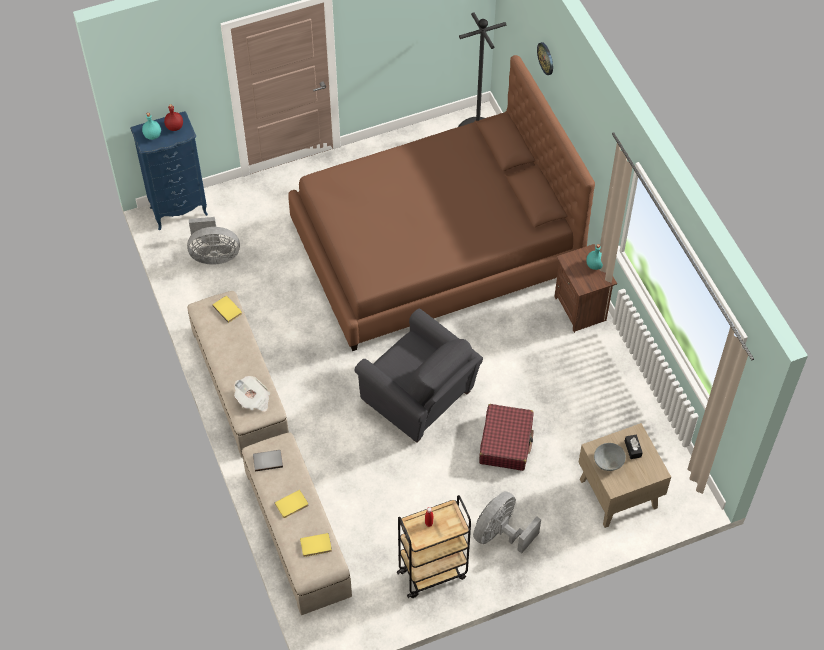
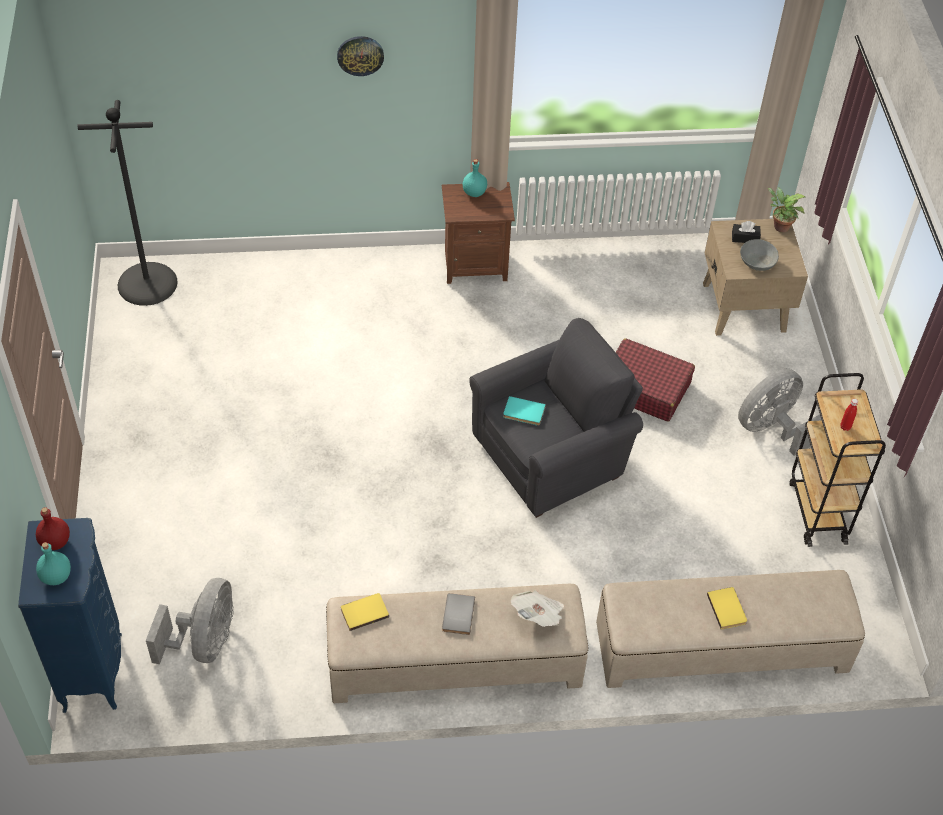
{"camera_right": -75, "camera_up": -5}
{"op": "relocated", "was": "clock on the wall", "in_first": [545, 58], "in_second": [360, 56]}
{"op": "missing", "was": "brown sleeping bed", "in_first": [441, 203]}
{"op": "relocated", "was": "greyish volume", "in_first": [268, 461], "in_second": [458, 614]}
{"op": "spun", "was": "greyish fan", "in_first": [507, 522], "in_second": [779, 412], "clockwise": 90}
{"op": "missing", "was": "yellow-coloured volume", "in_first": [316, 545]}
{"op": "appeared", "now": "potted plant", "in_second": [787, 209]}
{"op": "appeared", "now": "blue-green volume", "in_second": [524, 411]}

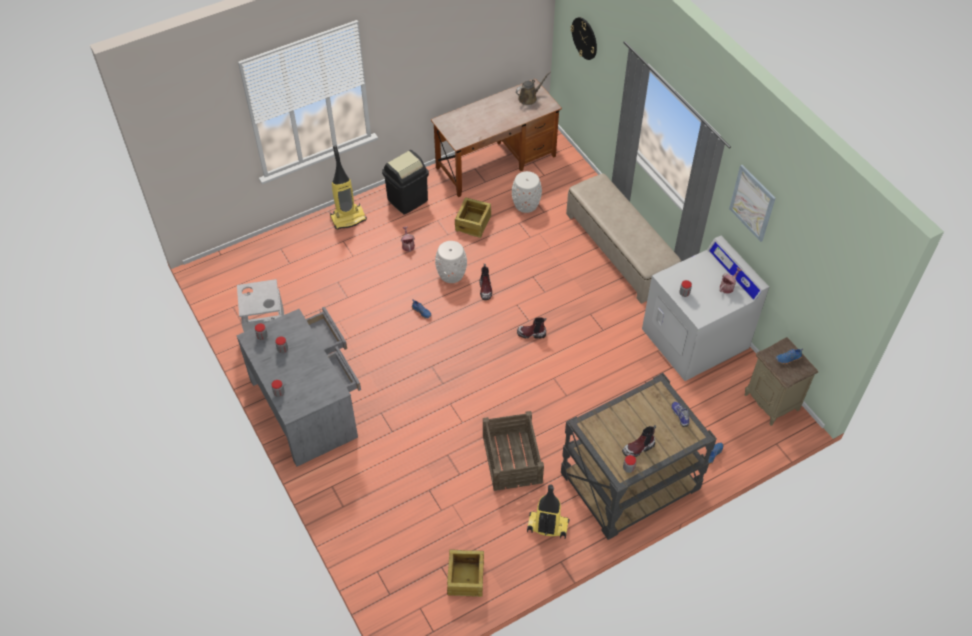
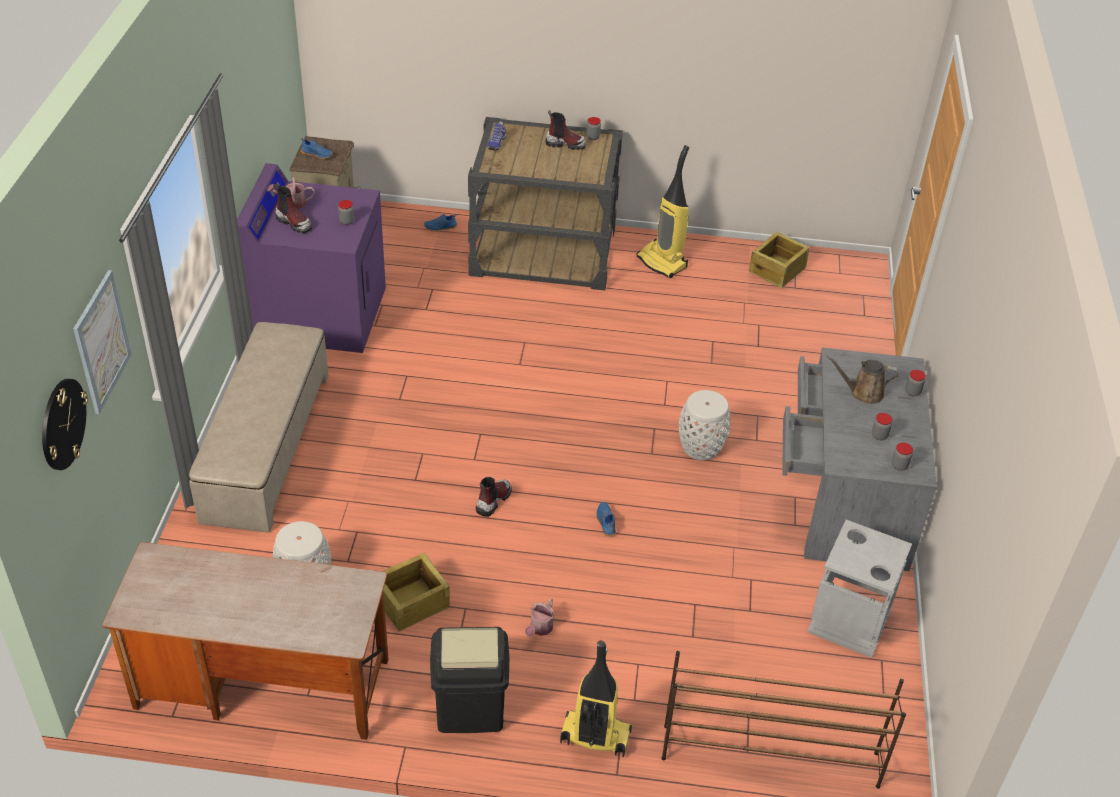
{"camera_right": -145, "camera_up": -10}
{"op": "relocated", "was": "brown watering pot", "in_first": [533, 88], "in_second": [863, 380]}
{"op": "relocated", "was": "picture", "in_first": [752, 203], "in_second": [102, 342]}
{"op": "colour", "was": "whitish laundry machine", "now": "purple laundry machine", "in_first": [705, 308], "in_second": [311, 258]}
{"op": "relocated", "was": "whitish stool seat", "in_first": [451, 262], "in_second": [705, 425]}
{"op": "relocated", "was": "tall boot", "in_first": [531, 328], "in_second": [293, 208]}
{"op": "missing", "was": "crate", "in_first": [513, 451]}
{"op": "appeared", "now": "brown shoe rack", "in_second": [783, 719]}

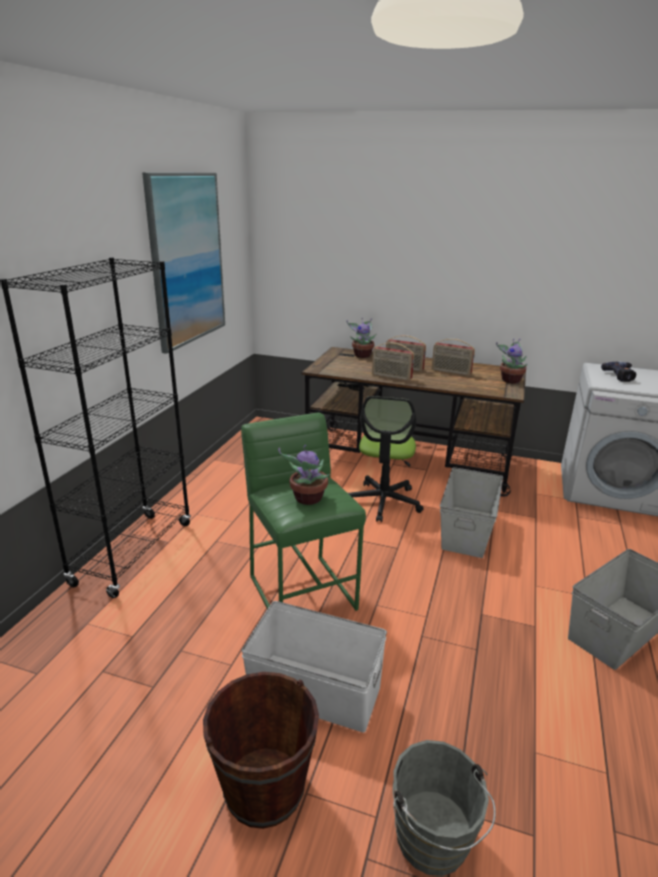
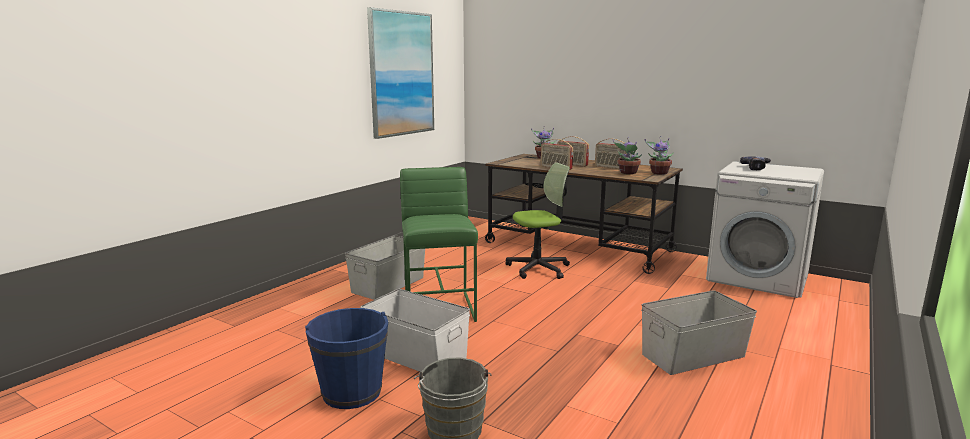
{"camera_right": 15, "camera_up": -10}
{"op": "missing", "was": "blackish shelving unit", "in_first": [95, 427]}
{"op": "spun", "was": "office chair", "in_first": [386, 459], "in_second": [537, 221], "clockwise": -135}
{"op": "relocated", "was": "potted plant", "in_first": [304, 475], "in_second": [627, 155]}
{"op": "relocated", "was": "greyish storage bin", "in_first": [471, 512], "in_second": [385, 267]}
{"op": "colour", "was": "brown bucket", "now": "blue bucket", "in_first": [261, 750], "in_second": [346, 358]}

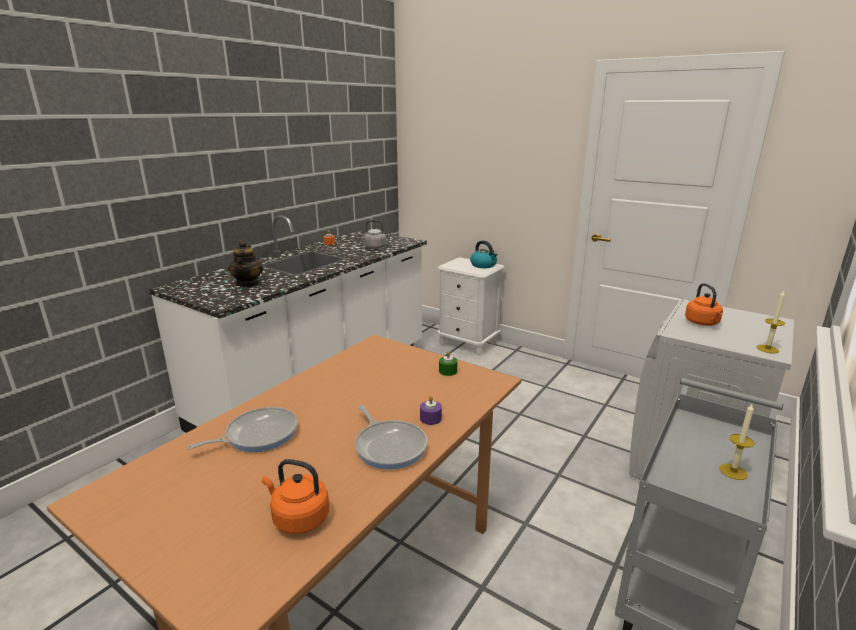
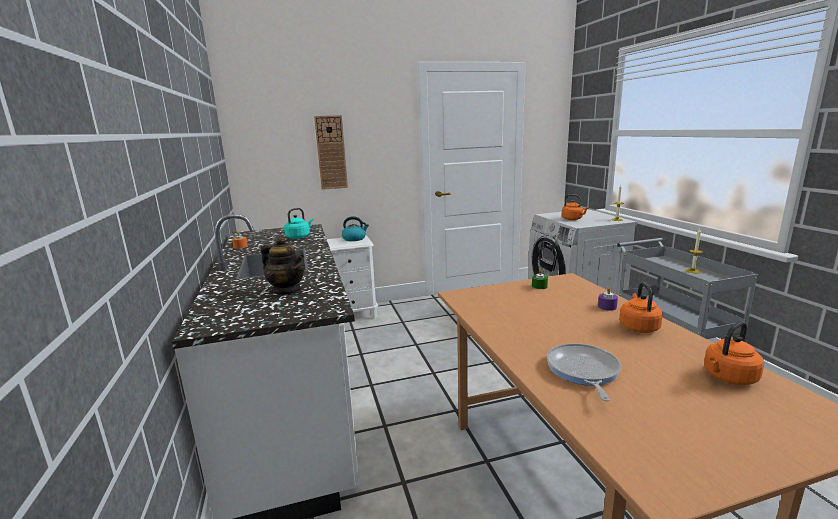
{"camera_right": -50, "camera_up": -5}
{"op": "colour", "was": "greyish kettle", "now": "blue-green kettle", "in_first": [378, 234], "in_second": [298, 223]}
{"op": "exchanged", "was": "frying pan", "now": "orangey kettle", "in_first": [391, 437], "in_second": [641, 308]}
{"op": "appeared", "now": "clock on the wall", "in_second": [331, 152]}

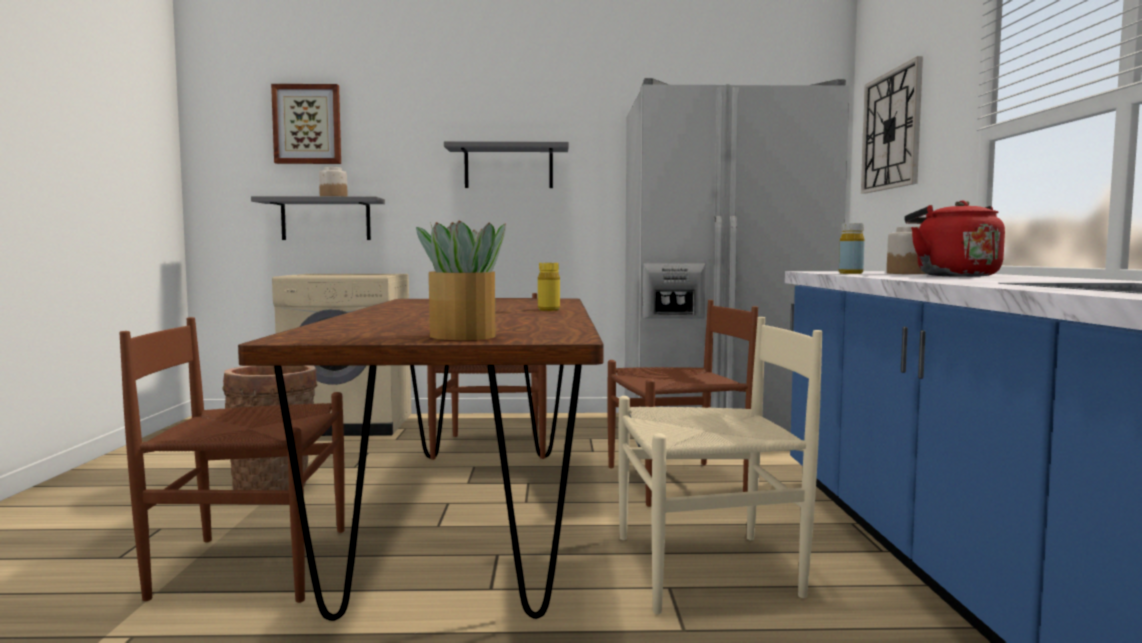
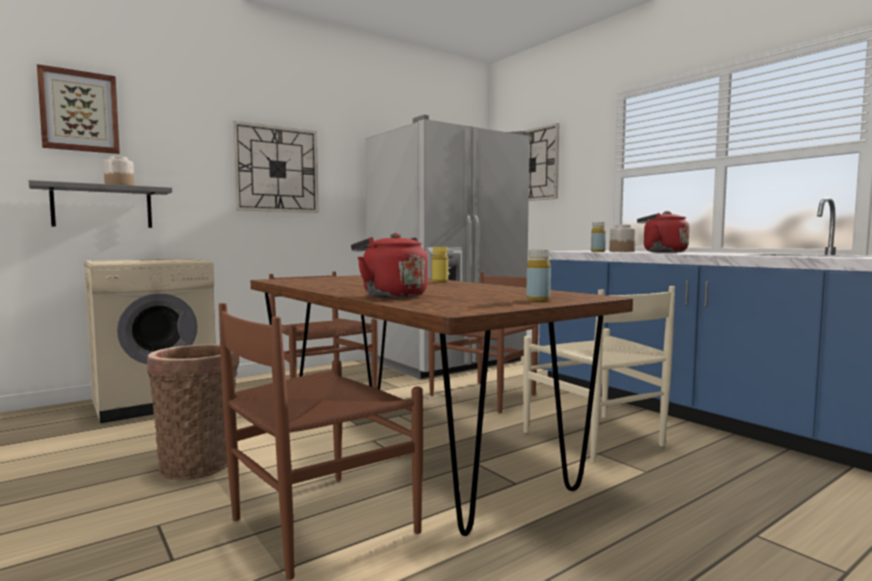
{"camera_right": -35, "camera_up": 0}
{"op": "exchanged", "was": "greyish wall shelf", "now": "clock on the wall", "in_first": [506, 164], "in_second": [276, 167]}
{"op": "exchanged", "was": "potted plant", "now": "yellow-coloured bottle", "in_first": [461, 280], "in_second": [538, 275]}
{"op": "spun", "was": "sand-coloured plain chair", "in_first": [720, 466], "in_second": [599, 374], "clockwise": 105}
{"op": "appeared", "now": "red kettle", "in_second": [389, 265]}

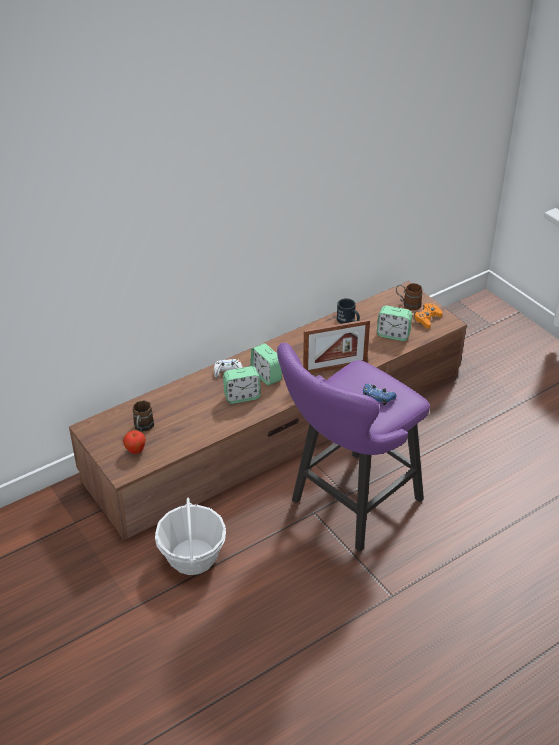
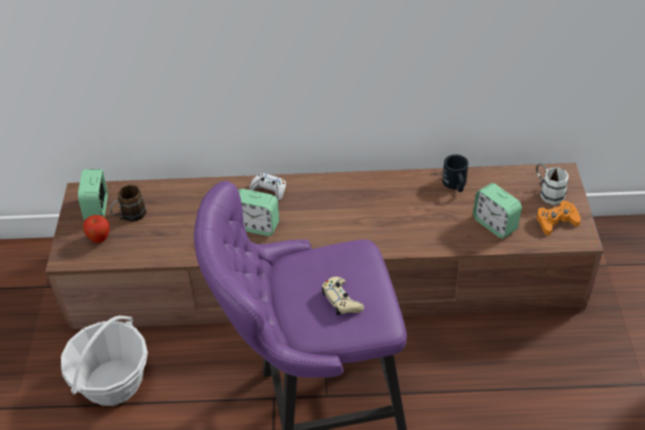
{"camera_right": 35, "camera_up": 5}
{"op": "colour", "was": "brown coffee mug", "now": "whitish coffee mug", "in_first": [409, 296], "in_second": [552, 184]}
{"op": "missing", "was": "photo frame", "in_first": [336, 346]}
{"op": "relocated", "was": "table clock", "in_first": [266, 364], "in_second": [93, 195]}
{"op": "colour", "was": "blue game controller", "now": "sand-coloured game controller", "in_first": [380, 394], "in_second": [343, 296]}

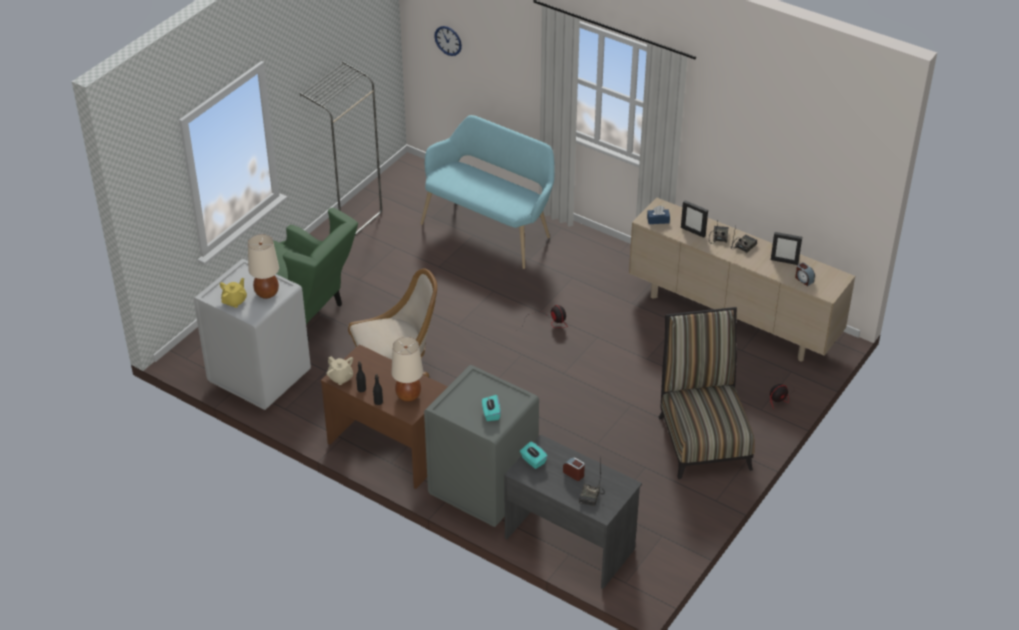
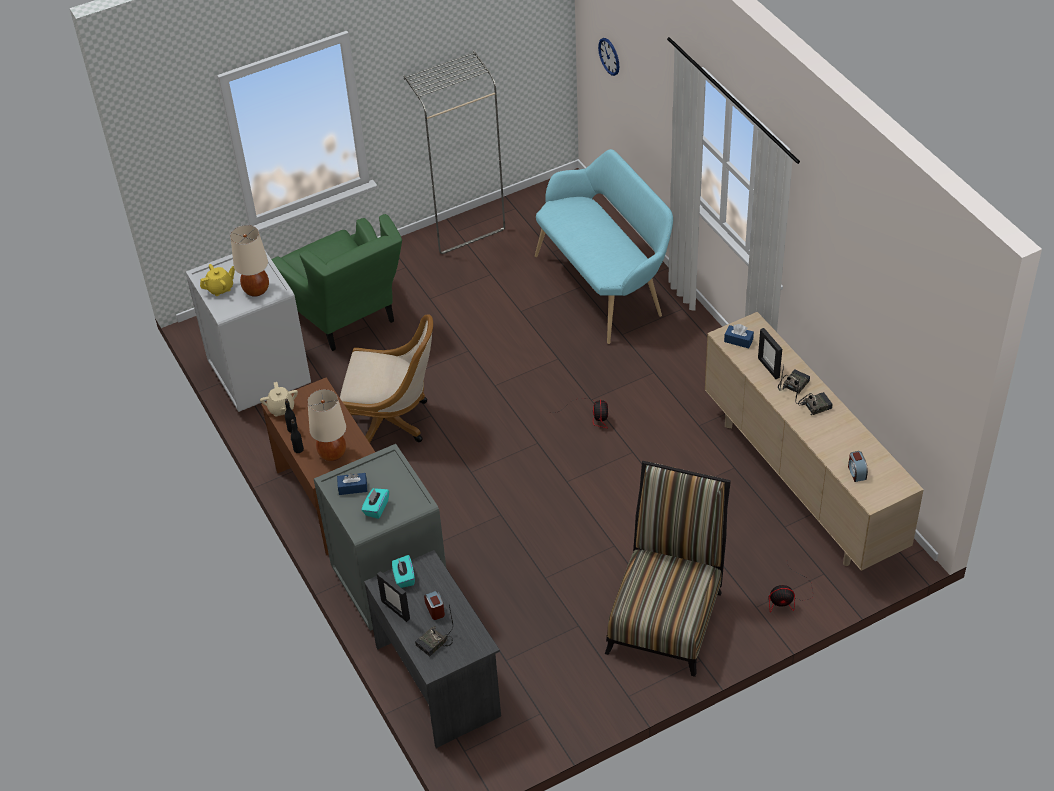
{"camera_right": 30, "camera_up": 5}
{"op": "relocated", "was": "photo frame", "in_first": [786, 248], "in_second": [393, 596]}
{"op": "appeared", "now": "blue tissue holder", "in_second": [352, 484]}

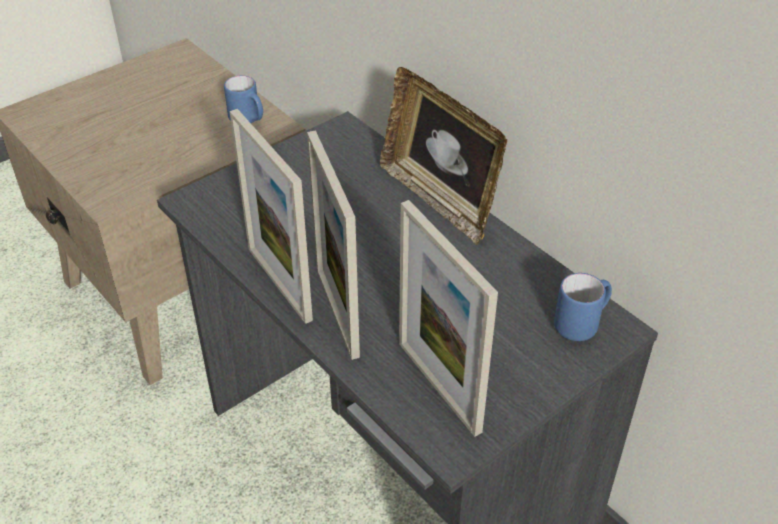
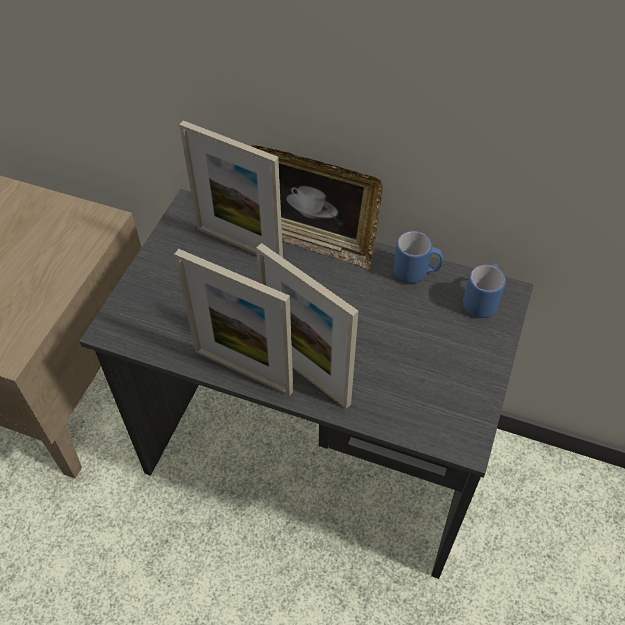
{"camera_right": -30, "camera_up": 10}
{"op": "relocated", "was": "blue coffee mug", "in_first": [243, 99], "in_second": [418, 257]}
{"op": "relocated", "was": "photo frame", "in_first": [448, 318], "in_second": [231, 189]}

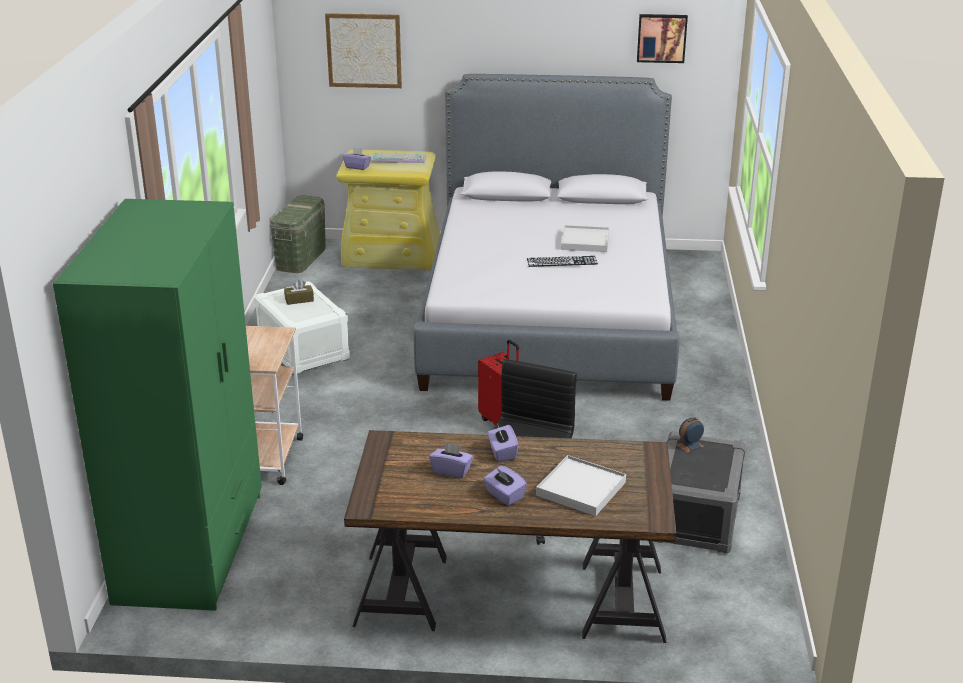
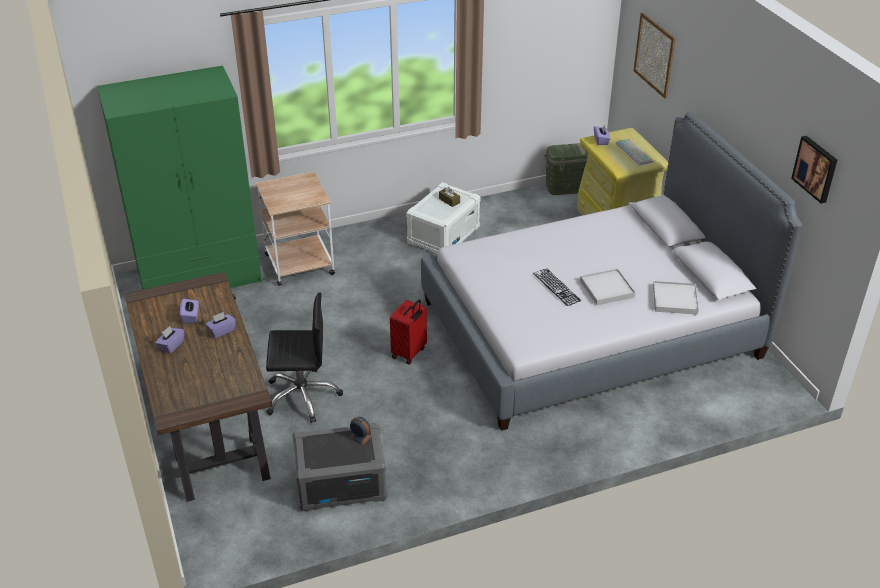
{"camera_right": 65, "camera_up": 10}
{"op": "relocated", "was": "whitish carrying tray", "in_first": [581, 485], "in_second": [676, 298]}

